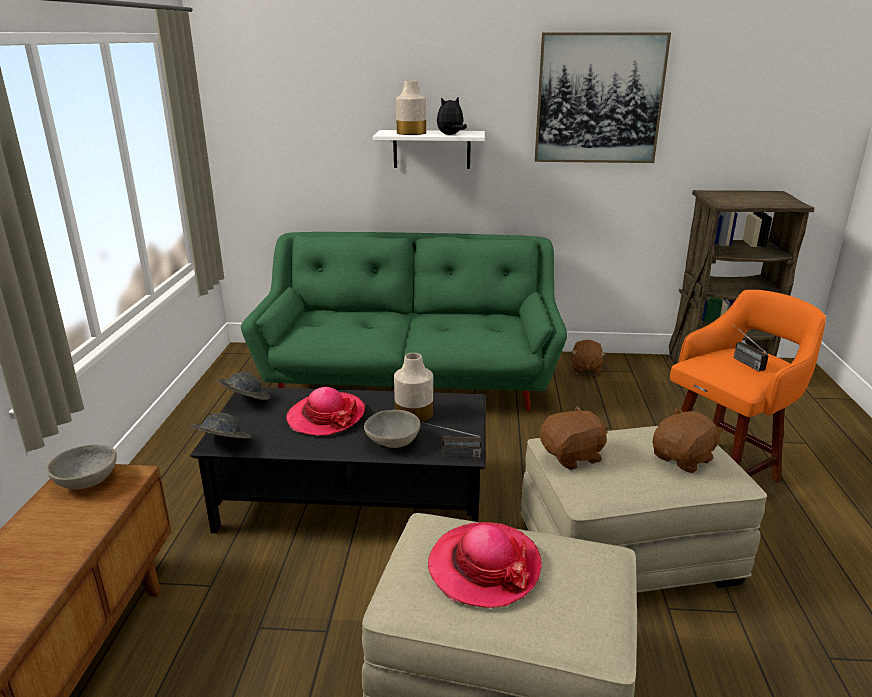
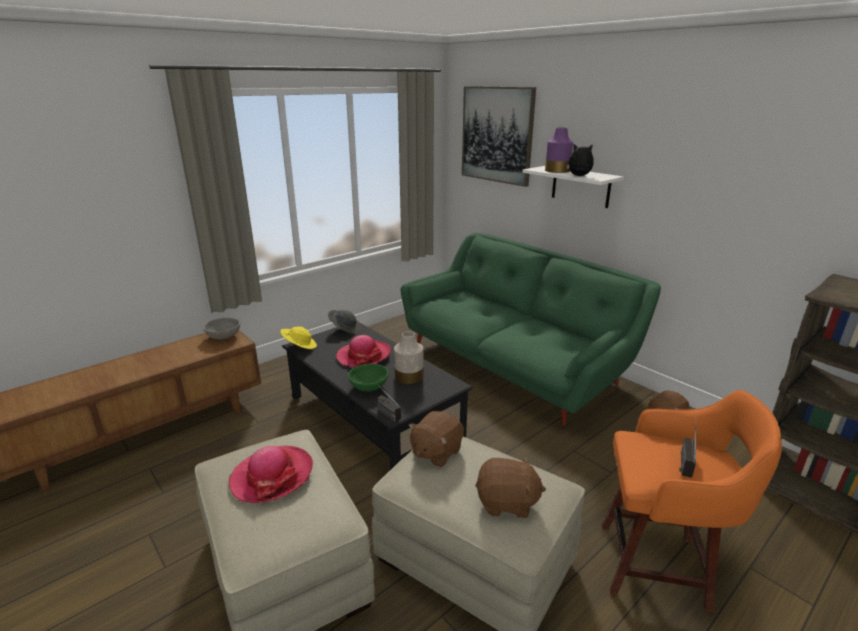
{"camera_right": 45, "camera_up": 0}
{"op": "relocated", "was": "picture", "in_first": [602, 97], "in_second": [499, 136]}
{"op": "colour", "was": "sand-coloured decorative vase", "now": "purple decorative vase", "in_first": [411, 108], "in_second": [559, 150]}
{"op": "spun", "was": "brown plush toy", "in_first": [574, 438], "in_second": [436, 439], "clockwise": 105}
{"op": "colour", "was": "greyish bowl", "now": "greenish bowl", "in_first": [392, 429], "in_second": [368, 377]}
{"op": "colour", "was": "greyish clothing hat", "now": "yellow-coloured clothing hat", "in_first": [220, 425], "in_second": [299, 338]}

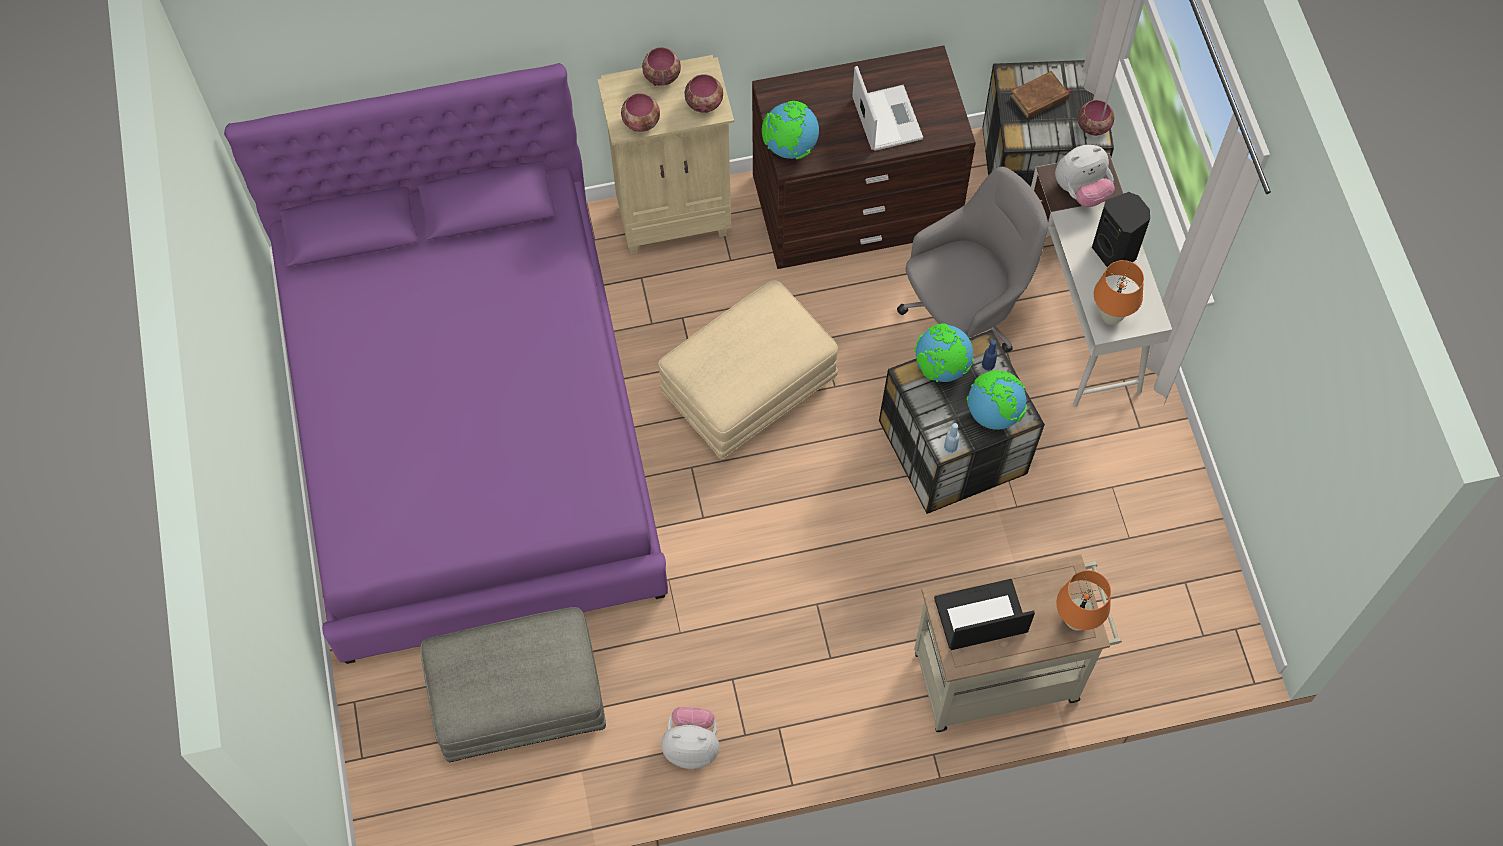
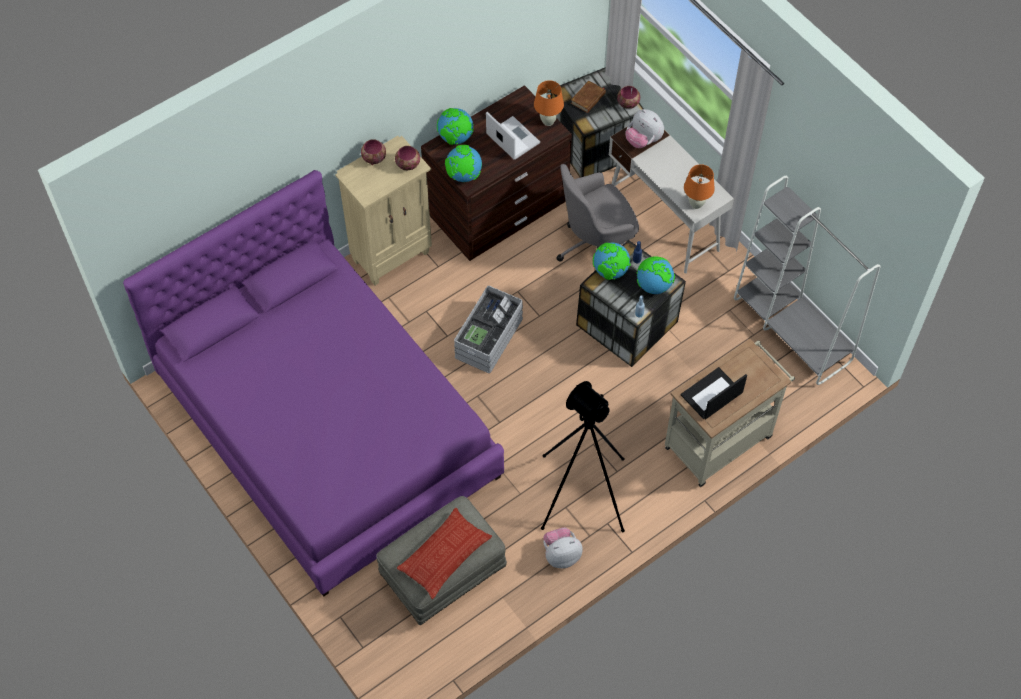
{"camera_right": -25, "camera_up": -5}
{"op": "missing", "was": "bowl", "in_first": [640, 112]}
{"op": "spun", "was": "plush toy", "in_first": [1084, 176], "in_second": [644, 128], "clockwise": 90}
{"op": "spun", "was": "greyish office chair", "in_first": [972, 260], "in_second": [597, 213], "clockwise": -150}
{"op": "missing", "was": "blackish speaker", "in_first": [1121, 229]}
{"op": "exchanged", "was": "sand-coloured footrest", "now": "greyish storage bin", "in_first": [748, 370], "in_second": [488, 329]}
{"op": "relocated", "was": "orangey lamp for a table", "in_first": [1083, 600], "in_second": [549, 103]}
{"op": "appeared", "now": "globe", "in_second": [455, 126]}
{"op": "appeared", "now": "greyish garment stand", "in_second": [807, 280]}
{"op": "appeared", "now": "blackish floor lamp", "in_second": [583, 456]}
{"op": "appeared", "now": "cushion", "in_second": [444, 553]}

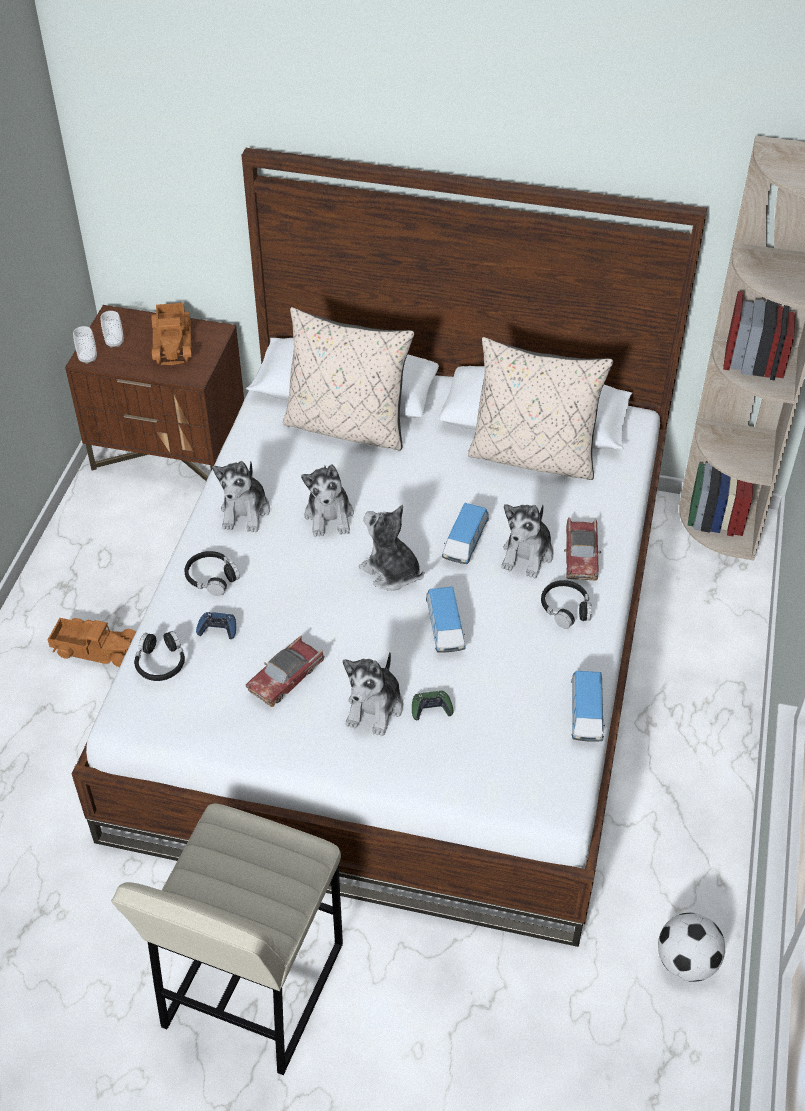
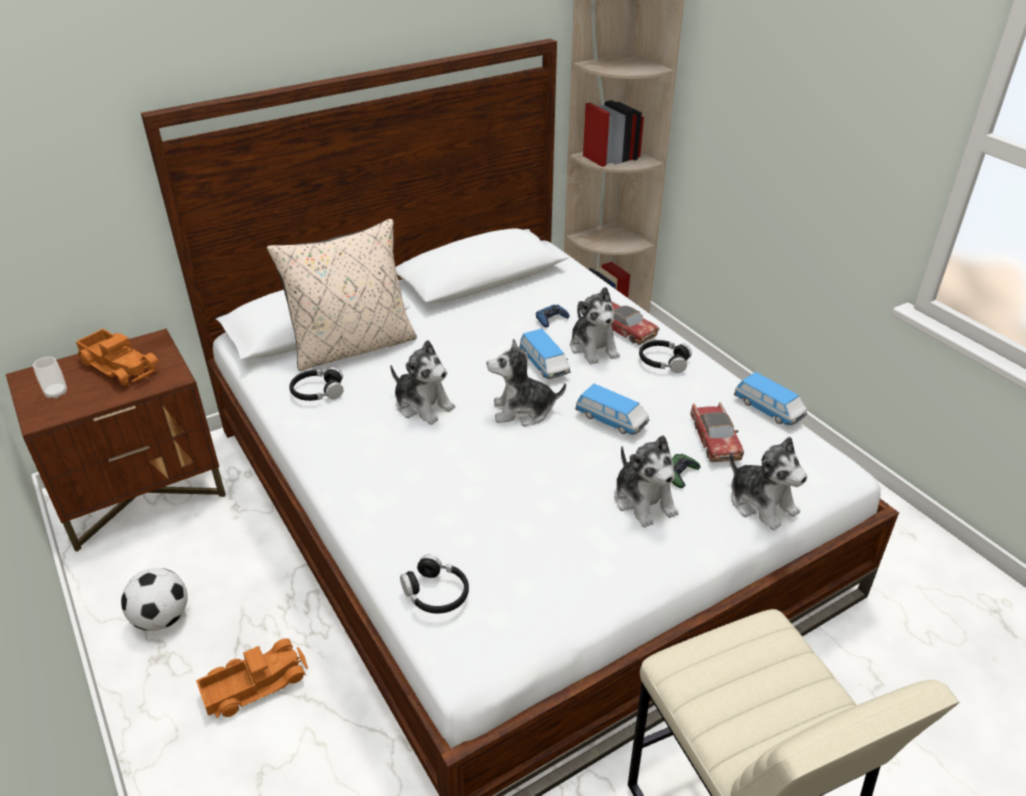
{"camera_right": -45, "camera_up": -10}
{"op": "missing", "was": "small cup", "in_first": [85, 345]}
{"op": "missing", "was": "sand-coloured cushion", "in_first": [540, 408]}
{"op": "relocated", "was": "plush toy", "in_first": [241, 497], "in_second": [768, 483]}
{"op": "relocated", "was": "blackish headset", "in_first": [212, 573], "in_second": [316, 384]}
{"op": "relocated", "was": "blue game controller", "in_first": [216, 625], "in_second": [552, 316]}
{"op": "relocated", "was": "toy car", "in_first": [285, 671], "in_second": [717, 432]}
{"op": "relocated", "was": "ball for football", "in_first": [691, 947], "in_second": [154, 599]}

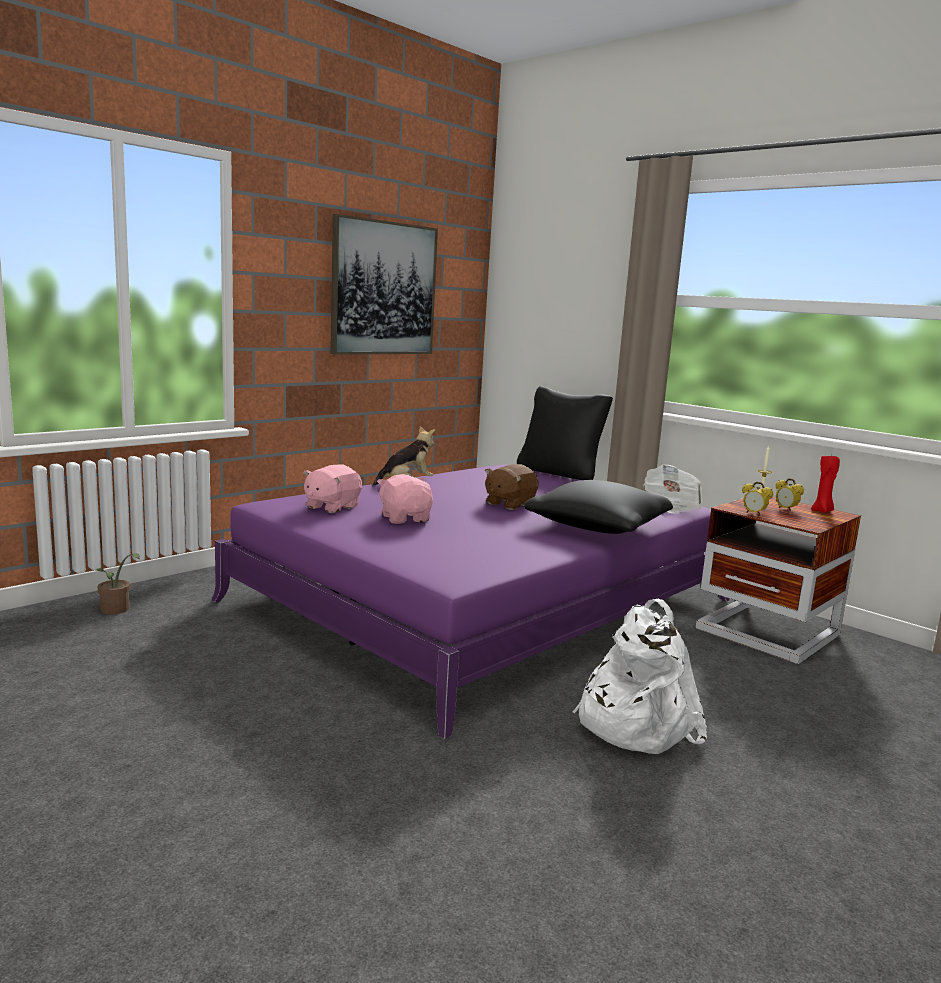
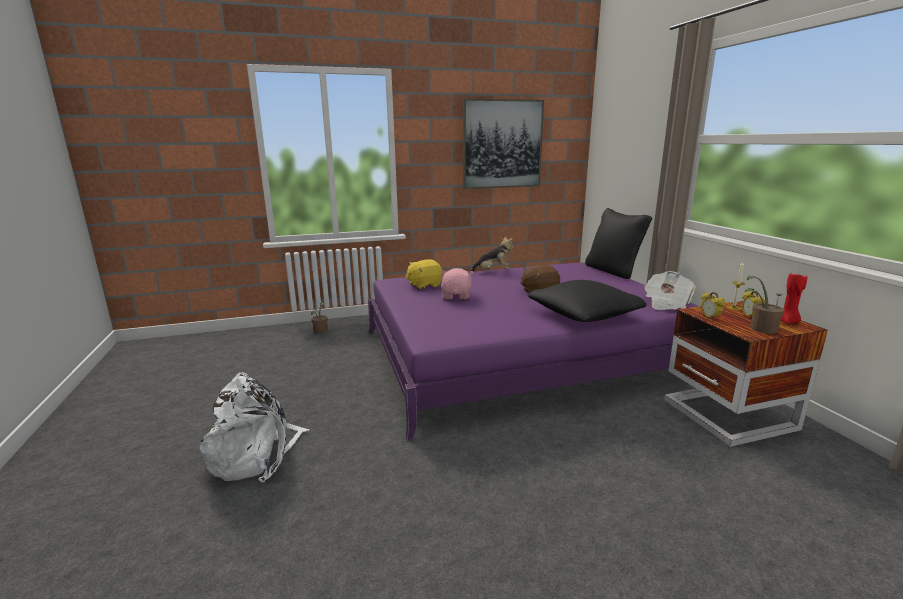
{"camera_right": 30, "camera_up": 5}
{"op": "colour", "was": "pink-coloured plush toy", "now": "yellow-coloured plush toy", "in_first": [332, 489], "in_second": [424, 274]}
{"op": "relocated", "was": "whitish backpack", "in_first": [639, 676], "in_second": [254, 427]}
{"op": "appeared", "now": "potted plant", "in_second": [764, 305]}

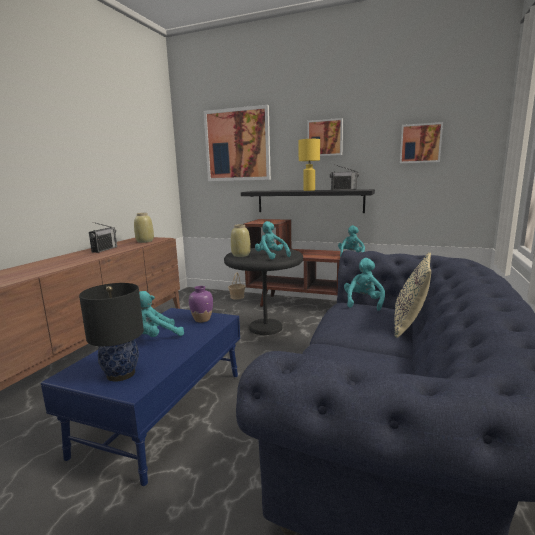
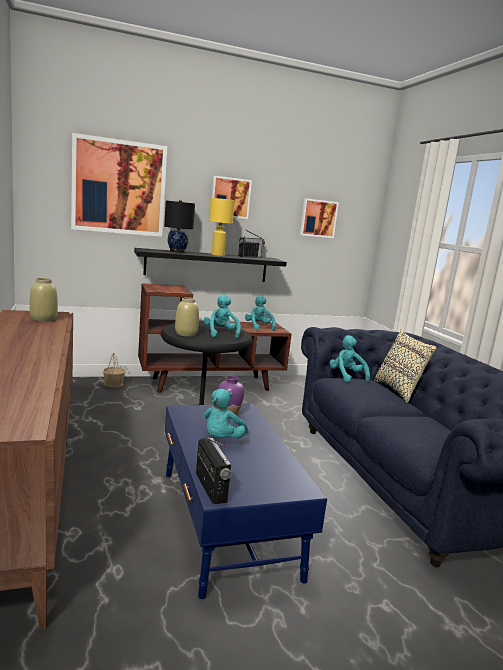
{"camera_right": -40, "camera_up": 0}
{"op": "spun", "was": "blue-green plush toy", "in_first": [273, 240], "in_second": [222, 316], "clockwise": 60}
{"op": "relocated", "was": "radio", "in_first": [103, 237], "in_second": [214, 470]}
{"op": "relocated", "was": "blackish lamp for a table", "in_first": [111, 332], "in_second": [179, 226]}

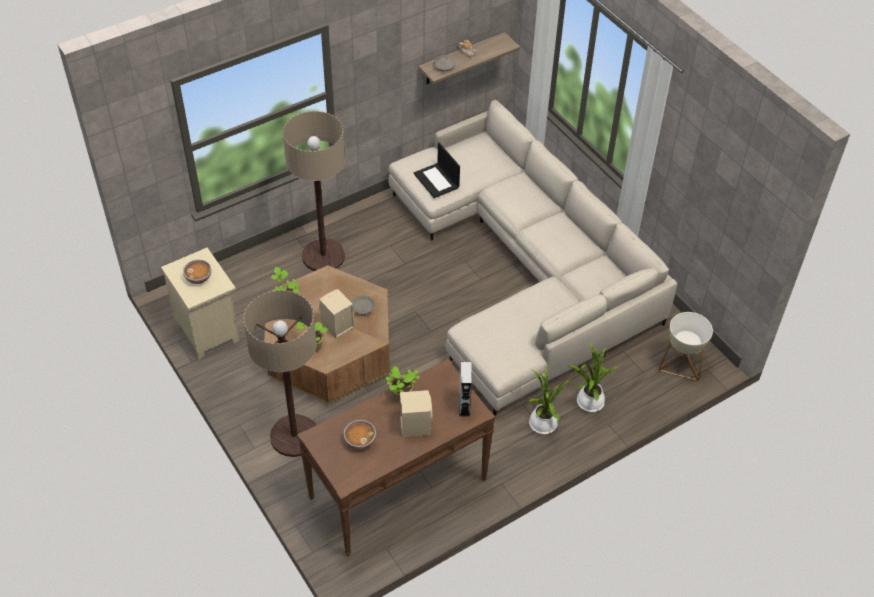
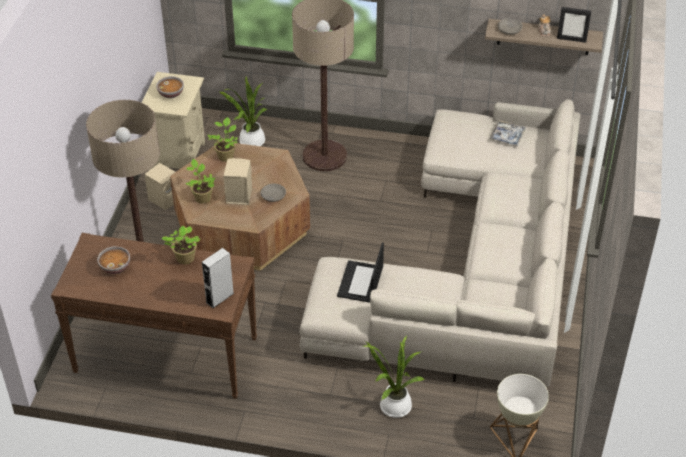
{"camera_right": 45, "camera_up": -5}
{"op": "relocated", "was": "notebook computer", "in_first": [437, 170], "in_second": [360, 272]}
{"op": "relocated", "was": "potted plant", "in_first": [549, 400], "in_second": [243, 111]}
{"op": "relocated", "was": "sand-coloured speaker", "in_first": [416, 413], "in_second": [159, 186]}
{"op": "appeared", "now": "photo frame", "in_second": [574, 25]}
{"op": "appeared", "now": "carrying tray", "in_second": [508, 133]}

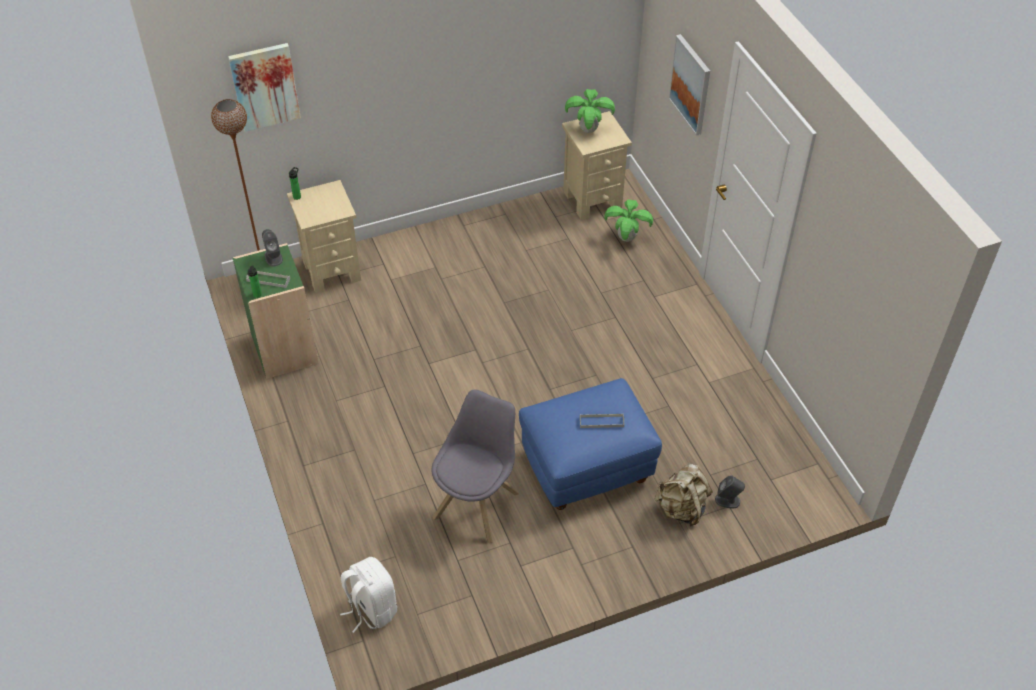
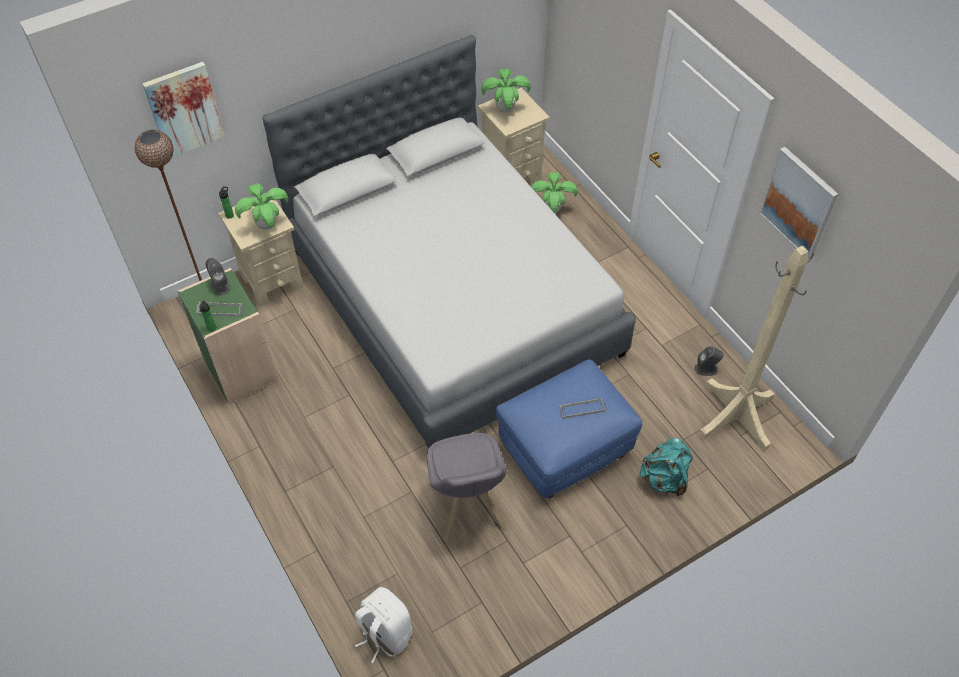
{"camera_right": -10, "camera_up": 5}
{"op": "relocated", "was": "picture", "in_first": [689, 85], "in_second": [798, 203]}
{"op": "spun", "was": "greyish plain chair", "in_first": [475, 466], "in_second": [466, 487], "clockwise": 150}
{"op": "colour", "was": "sand-coloured backpack", "now": "blue-green backpack", "in_first": [683, 495], "in_second": [666, 467]}
{"op": "relocated", "was": "greyish speaker", "in_first": [730, 491], "in_second": [709, 361]}
{"op": "appeared", "now": "greyish sleeping bed", "in_second": [449, 241]}
{"op": "appeared", "now": "potted plant", "in_second": [262, 206]}
{"op": "appeared", "now": "sand-coloured garment stand", "in_second": [757, 348]}

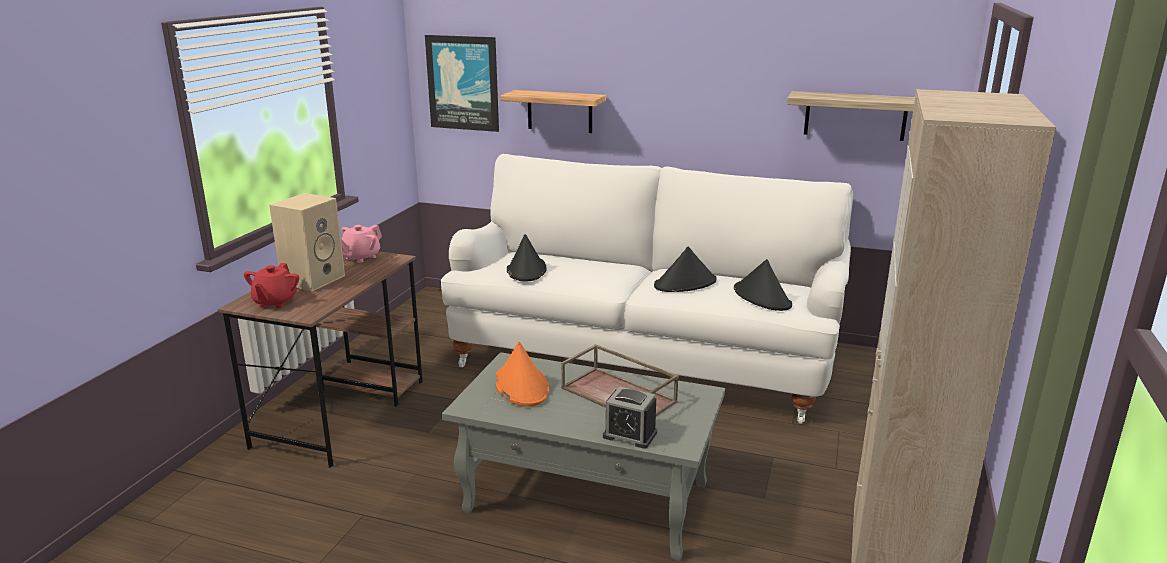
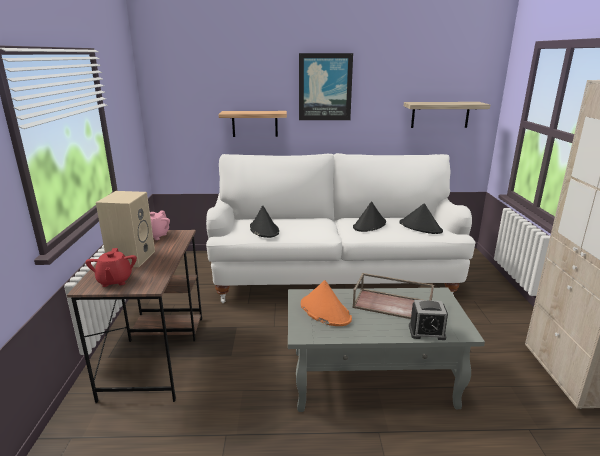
{"camera_right": -20, "camera_up": 0}
{"op": "relocated", "was": "picture", "in_first": [462, 83], "in_second": [326, 86]}

